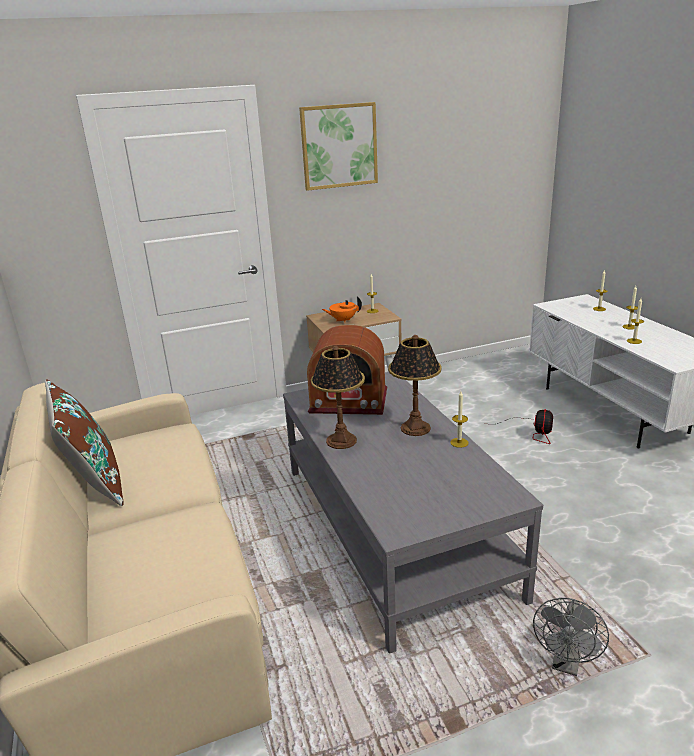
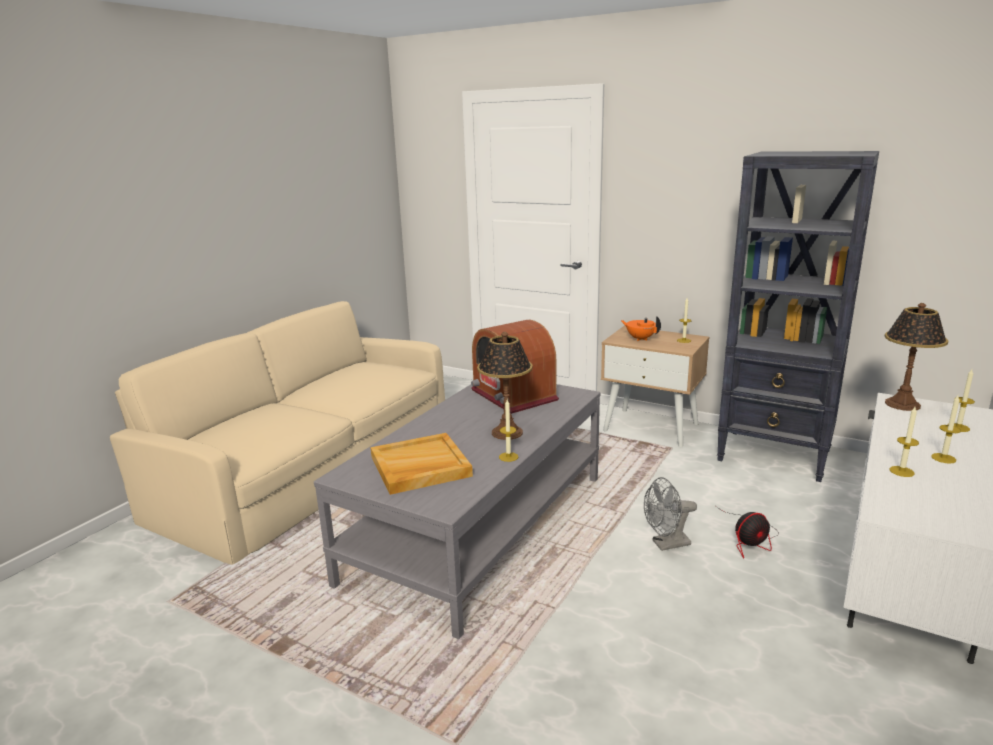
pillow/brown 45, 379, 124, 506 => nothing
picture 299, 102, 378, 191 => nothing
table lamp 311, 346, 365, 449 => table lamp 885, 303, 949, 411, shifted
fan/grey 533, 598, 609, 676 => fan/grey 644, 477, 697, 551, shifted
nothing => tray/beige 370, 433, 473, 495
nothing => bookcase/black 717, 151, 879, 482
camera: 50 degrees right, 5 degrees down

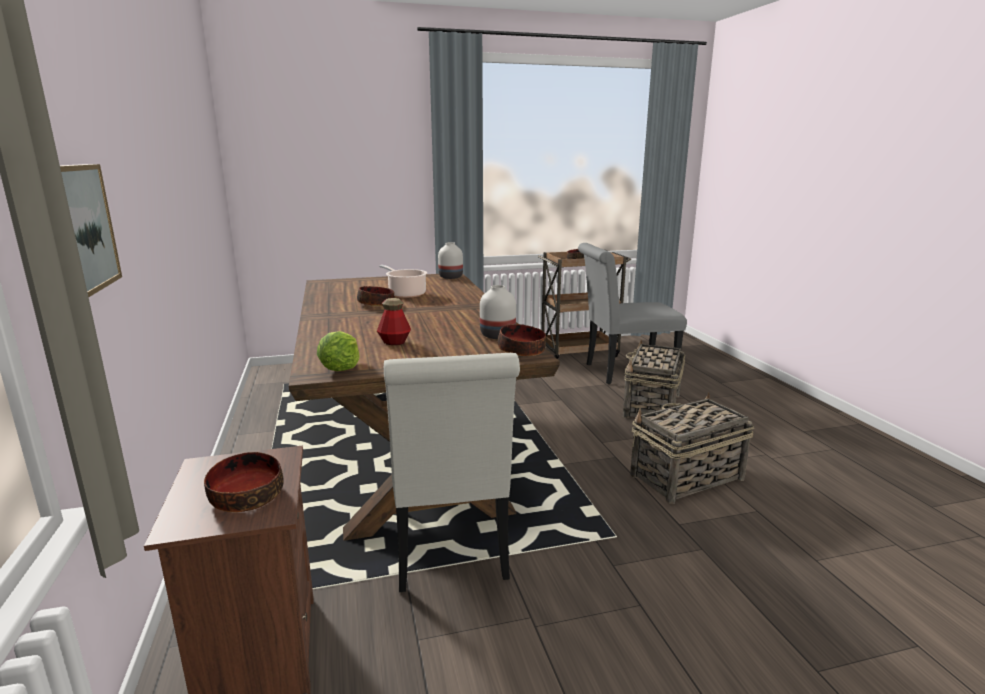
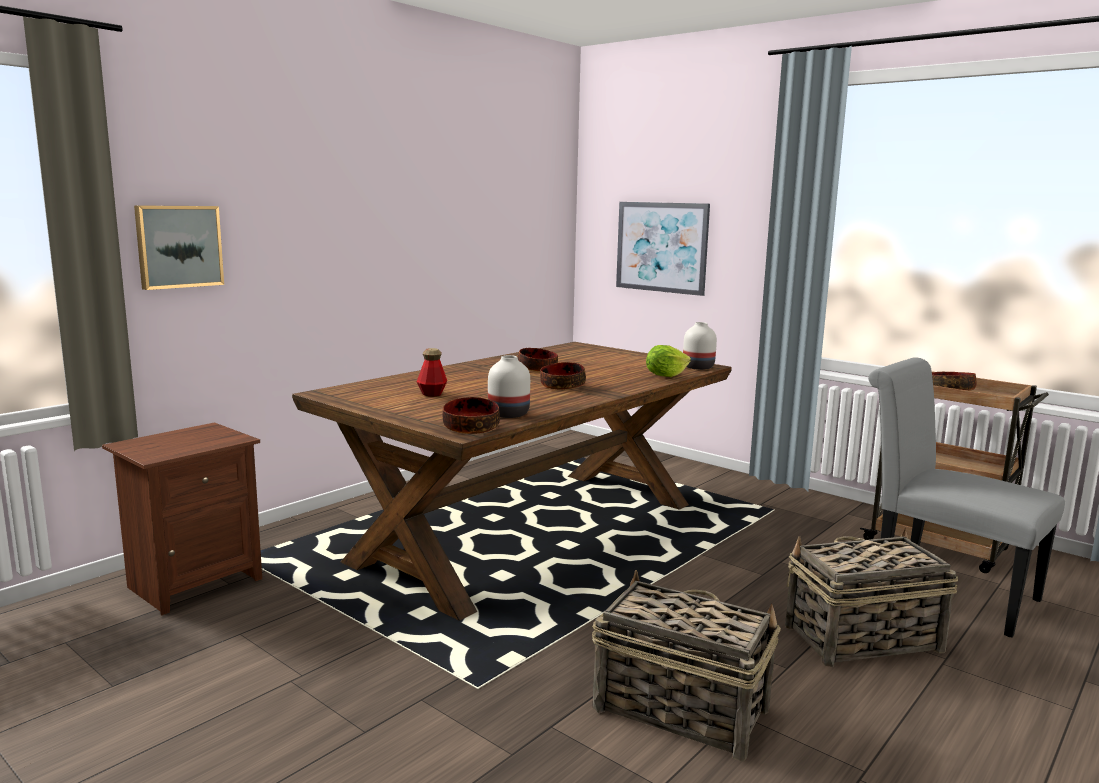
bowl 204, 452, 284, 512 => bowl 540, 362, 586, 390, shifted
lettuce 317, 331, 360, 371 => lettuce 646, 345, 691, 377, shifted
cooking pot 379, 265, 427, 298 => nothing
chair/white 384, 353, 520, 592 => nothing
nothing => picture 616, 202, 710, 296
camera: 55 degrees right, 5 degrees down

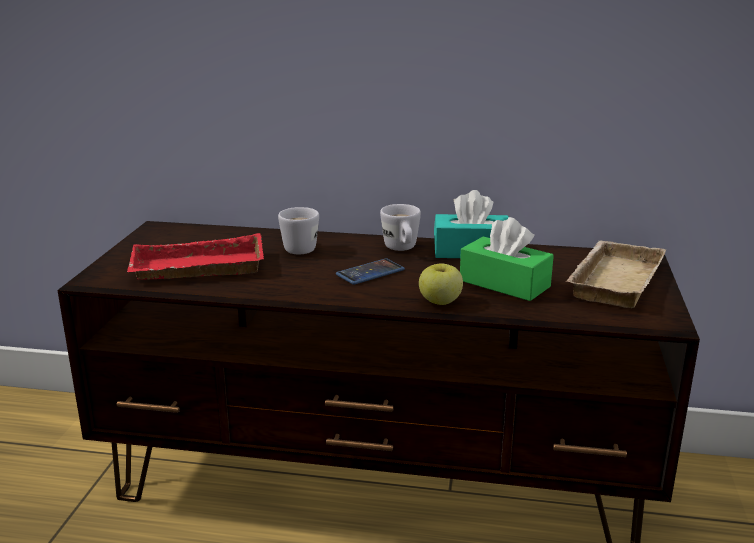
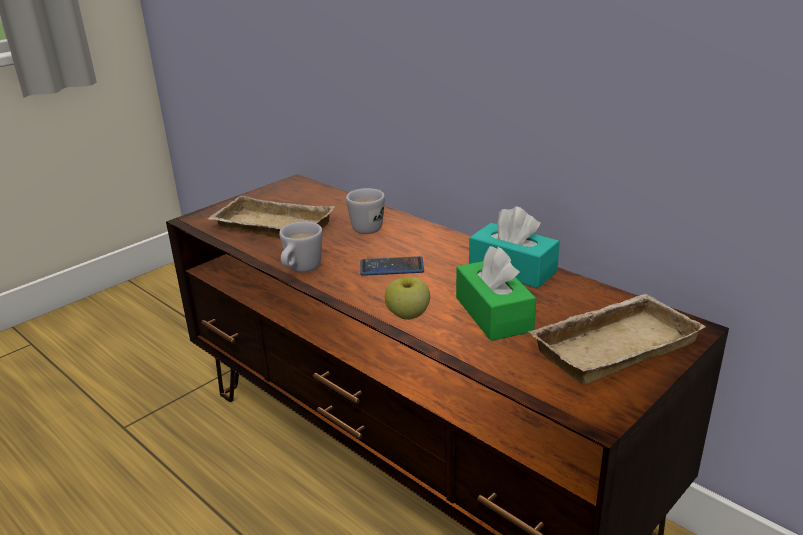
tray/red 127, 233, 264, 280 => tray/beige 207, 195, 335, 238
mug/white 380, 204, 421, 251 => mug/white 279, 221, 323, 272, shifted
camera: 35 degrees right, 5 degrees up

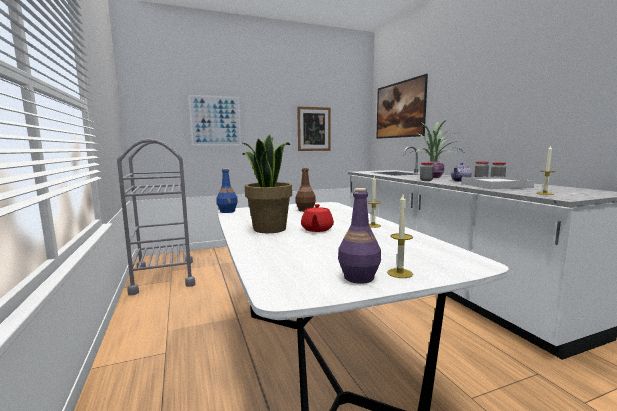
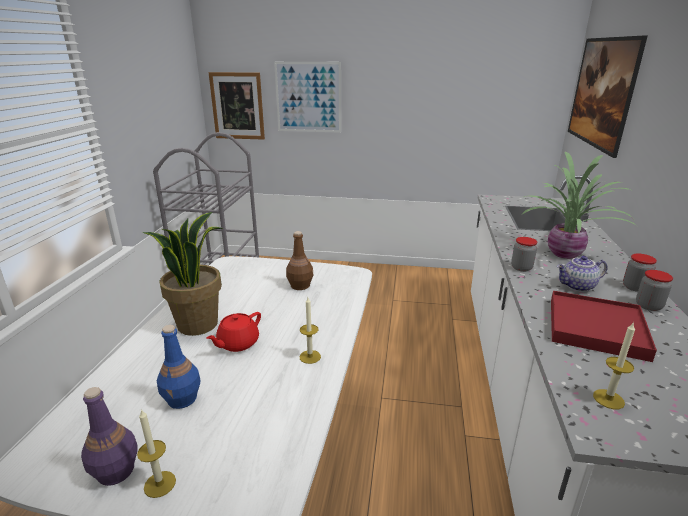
bottle/blue 217, 168, 238, 213 => bottle/blue 157, 325, 201, 409, shifted
picture 297, 106, 331, 151 => picture 208, 72, 265, 140, shifted
tray/white 461, 176, 535, 189 => tray/red 551, 291, 657, 362
camera: 30 degrees right, 15 degrees up

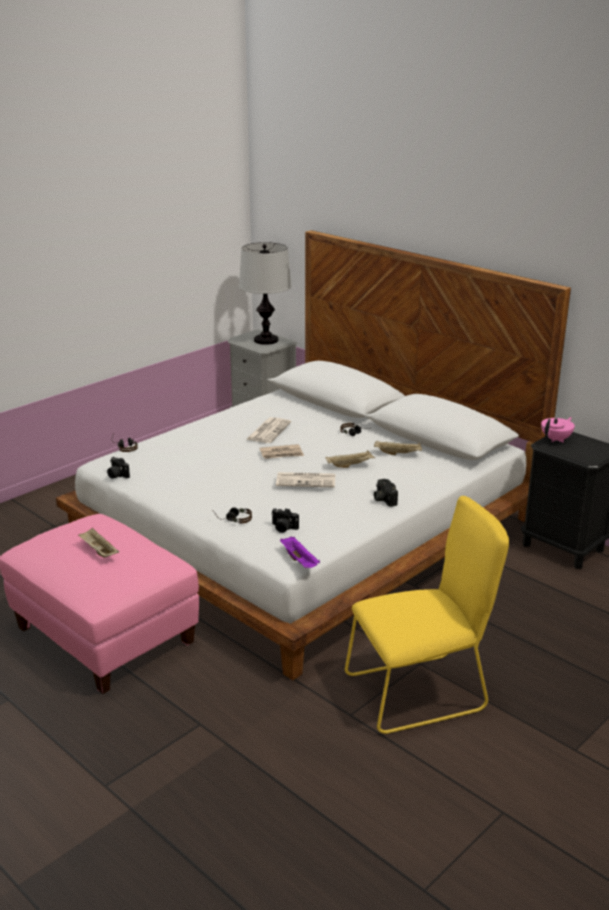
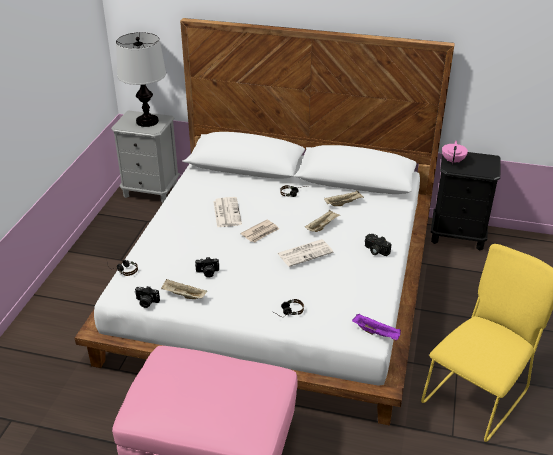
tray/beige 78, 527, 119, 558 => tray/beige 161, 279, 207, 299, shifted
photo camera 271, 508, 299, 533 => photo camera 195, 257, 219, 278, shifted
camera: 30 degrees left, 10 degrees up

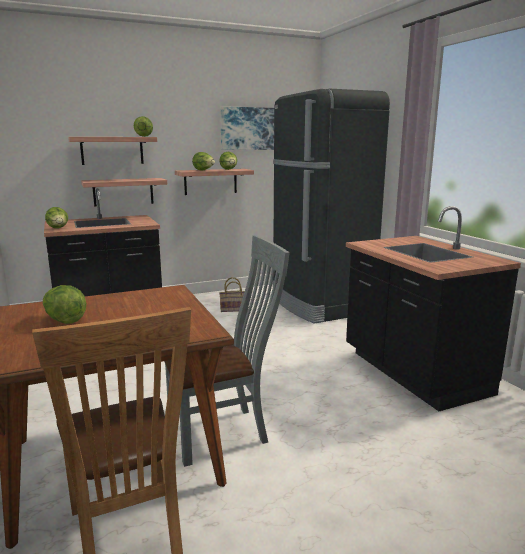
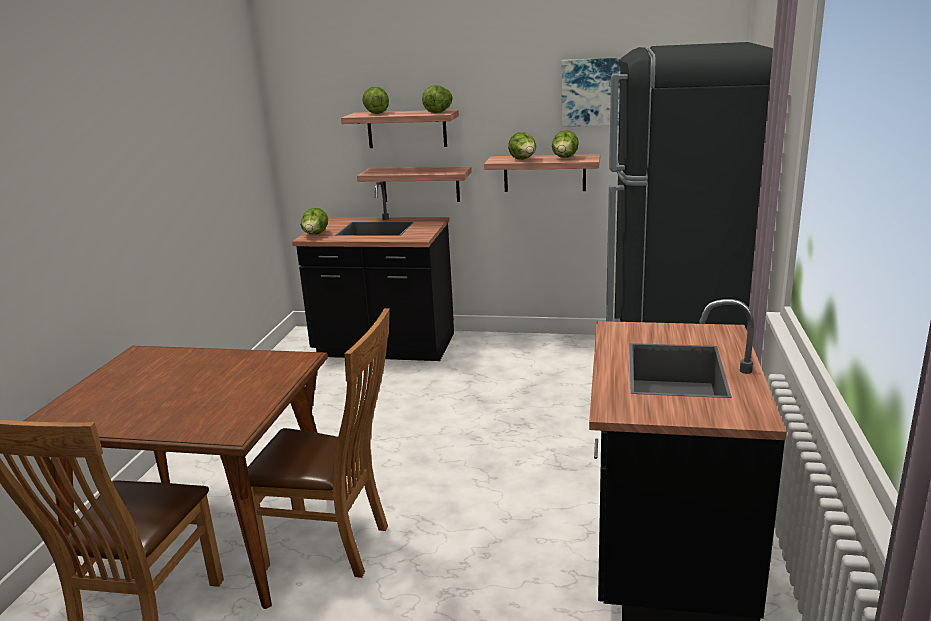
lettuce 43, 285, 87, 324 => lettuce 362, 87, 389, 114, shifted
chair/grey 164, 235, 290, 467 => chair/brown 247, 308, 390, 578
basket 219, 277, 245, 312 => nothing
camera: 35 degrees right, 5 degrees up

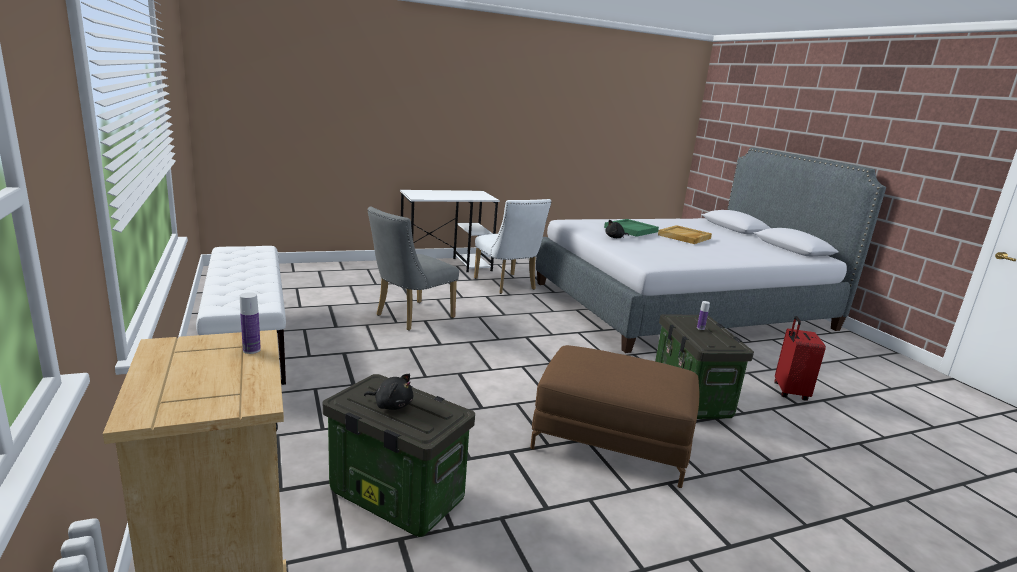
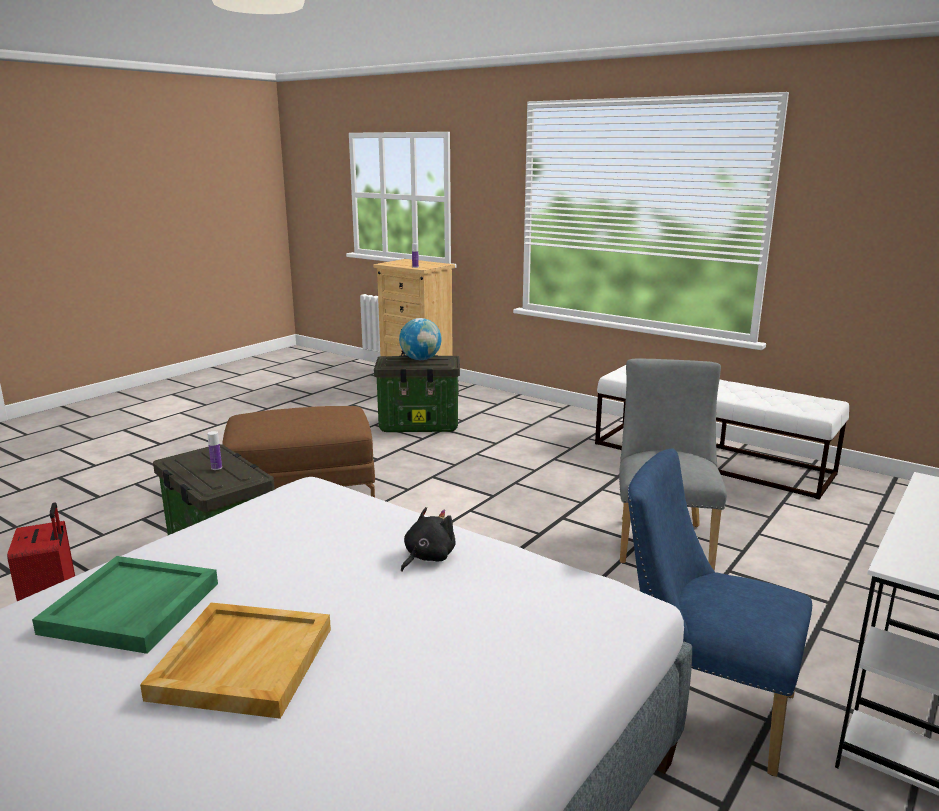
plush toy/black 364, 374, 413, 410 => globe 399, 318, 442, 360
chair/white 474, 199, 551, 294 => chair/blue 628, 449, 812, 777
tray/green 604, 219, 659, 237 => tray/green 32, 556, 218, 654, shifted
camera: 150 degrees right, 0 degrees up

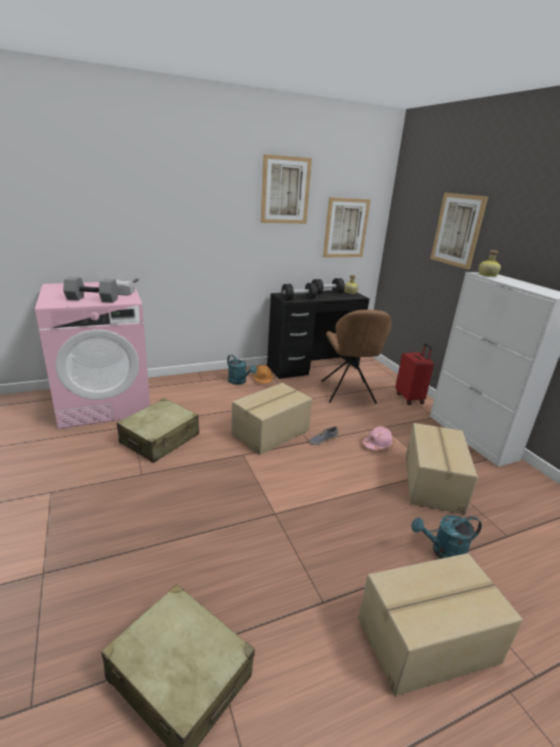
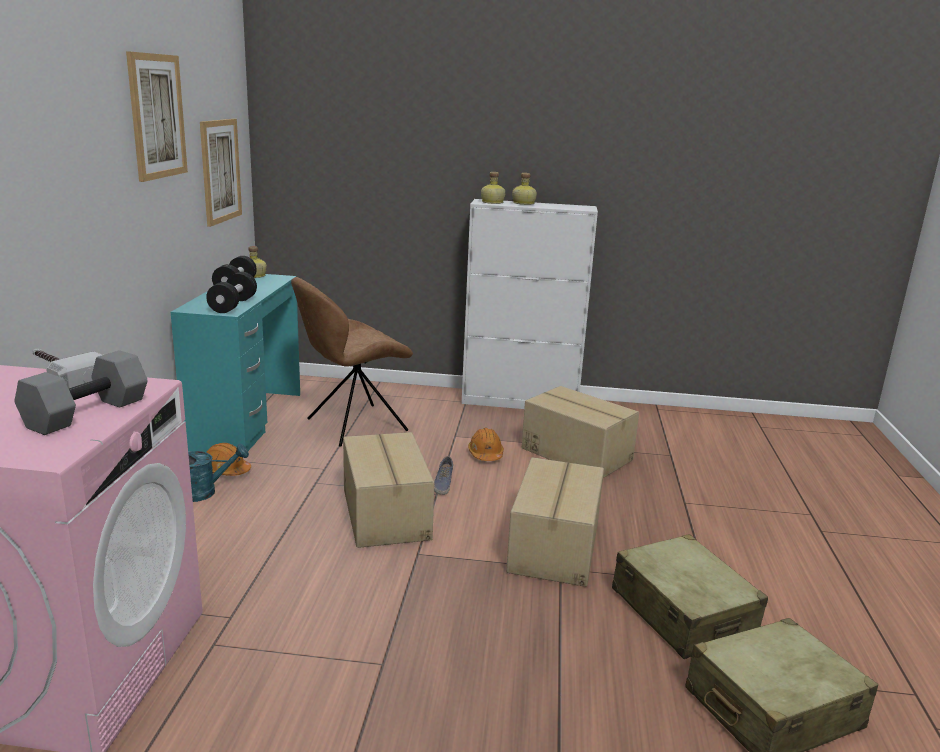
suitcase/beige 117, 398, 199, 463 => suitcase/beige 612, 534, 768, 659, shifted
desk/black 267, 290, 369, 379 => desk/turquoise 171, 274, 300, 452
chair/brown 322, 310, 391, 404 => chair/brown 291, 277, 413, 447, 120 degrees clockwise
cardboard box 358, 553, 523, 696 => cardboard box 506, 457, 604, 587, shifted
hard hat/pink 363, 426, 394, 450 => hard hat/orange 468, 428, 504, 461
suitcase/red 395, 343, 434, 405 => nothing
watering can/turquoise 411, 515, 482, 559 => nothing
picture 430, 193, 488, 270 => nothing
nothing => bottle 512, 173, 537, 205
camera: 60 degrees left, 5 degrees down

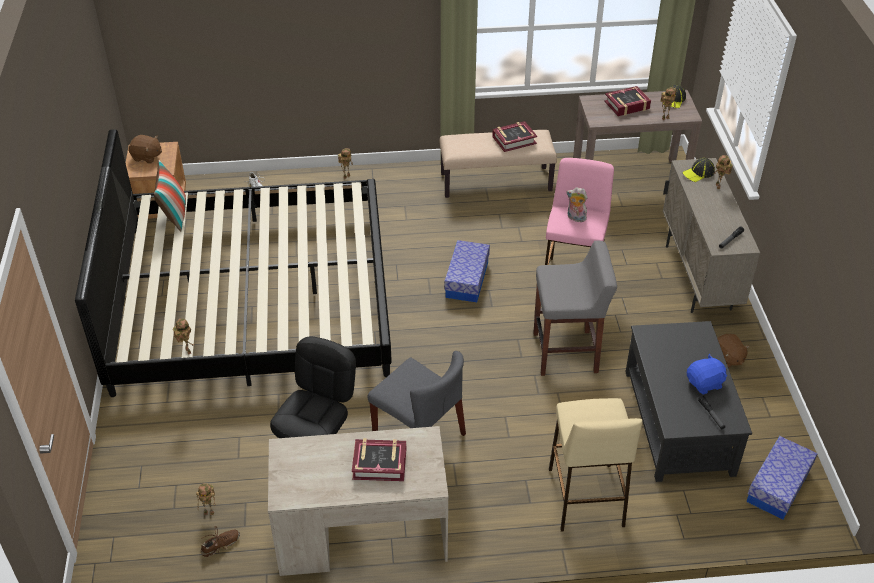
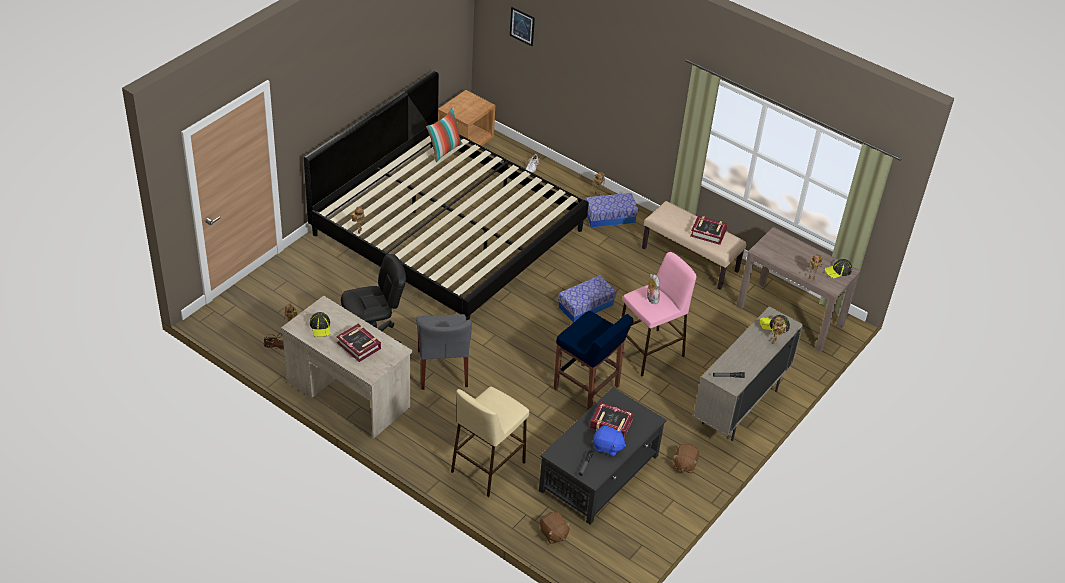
plush toy/brown 129, 135, 162, 164 => plush toy/brown 540, 512, 571, 544, shifted
stool/grey 533, 241, 617, 376 => stool/blue 554, 311, 634, 411
book 604, 86, 651, 116 => book 590, 402, 634, 438, shifted
storage box 746, 436, 817, 520 => storage box 585, 193, 638, 227, shifted
nothing => cap 310, 312, 331, 337
nothing => picture 510, 7, 535, 46
camera: 40 degrees right, 0 degrees up

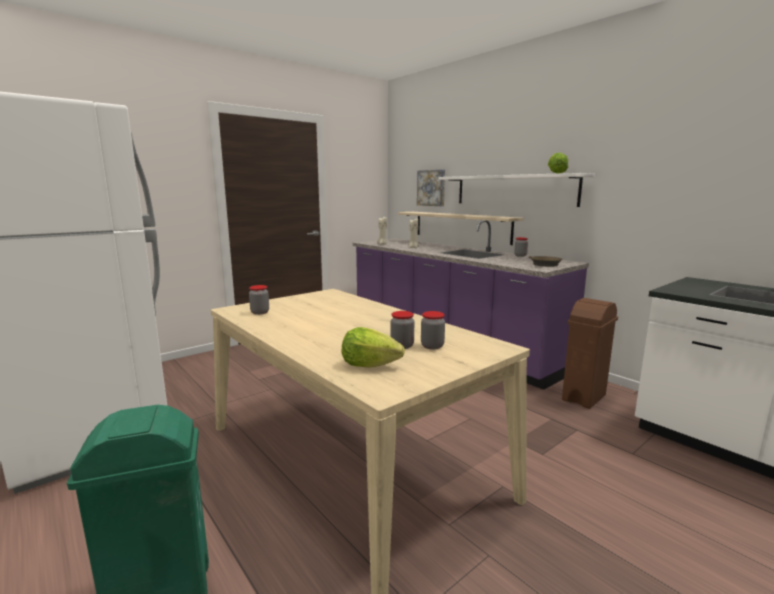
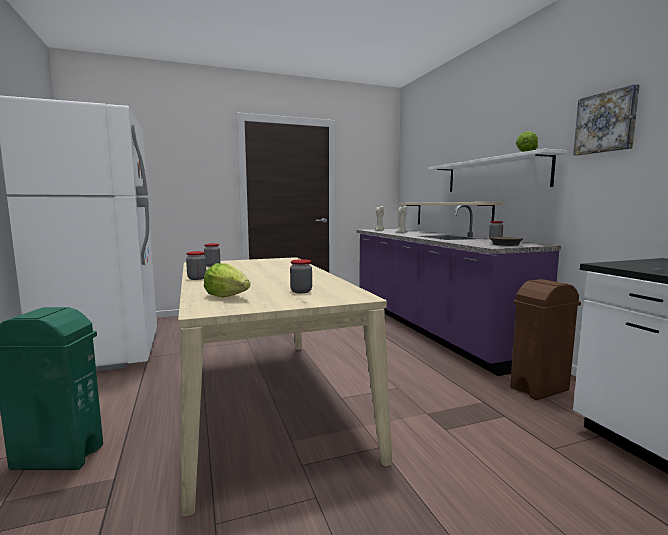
jar 391, 311, 414, 349 => jar 186, 251, 206, 280, shifted
picture 417, 169, 445, 206 => picture 573, 84, 640, 156, shifted
camera: 20 degrees right, 5 degrees down

